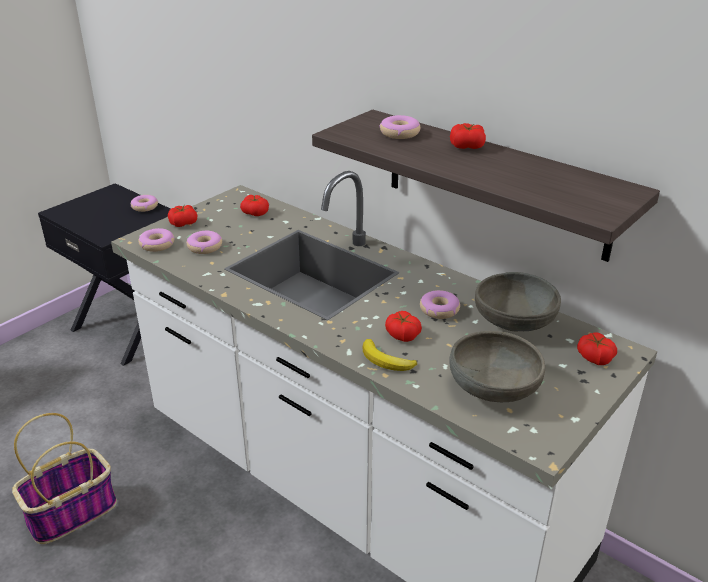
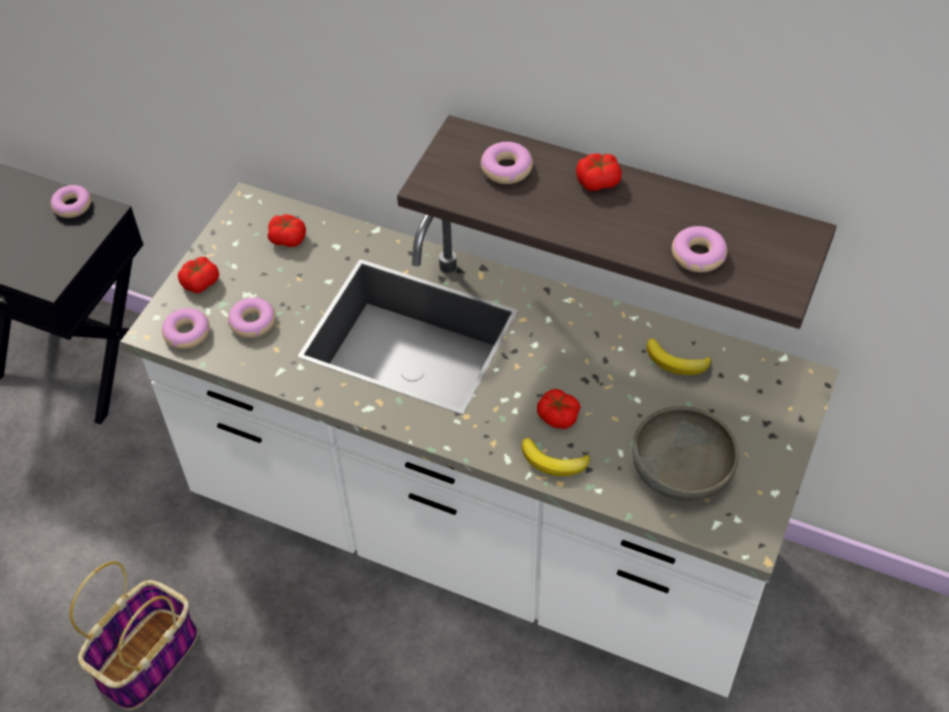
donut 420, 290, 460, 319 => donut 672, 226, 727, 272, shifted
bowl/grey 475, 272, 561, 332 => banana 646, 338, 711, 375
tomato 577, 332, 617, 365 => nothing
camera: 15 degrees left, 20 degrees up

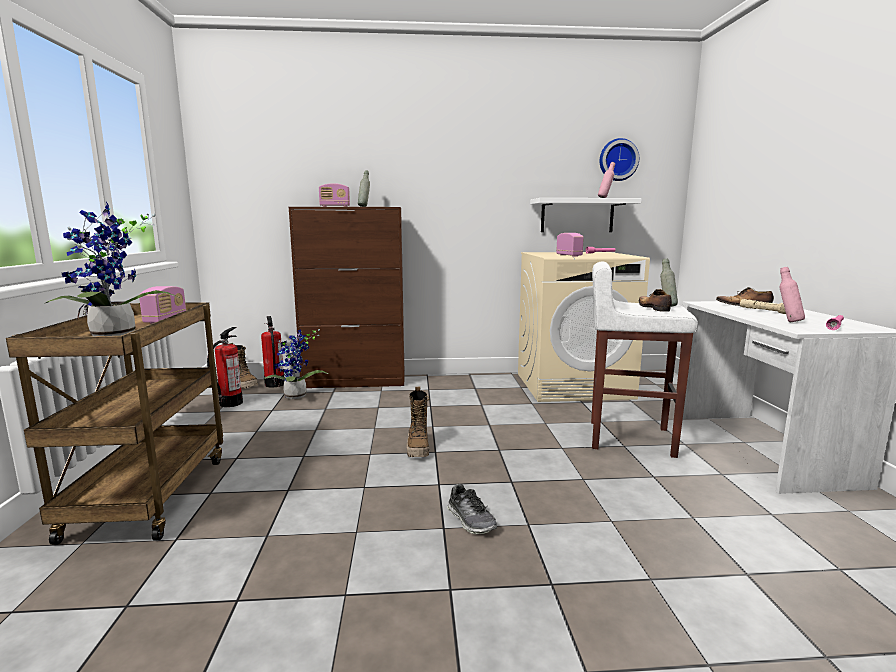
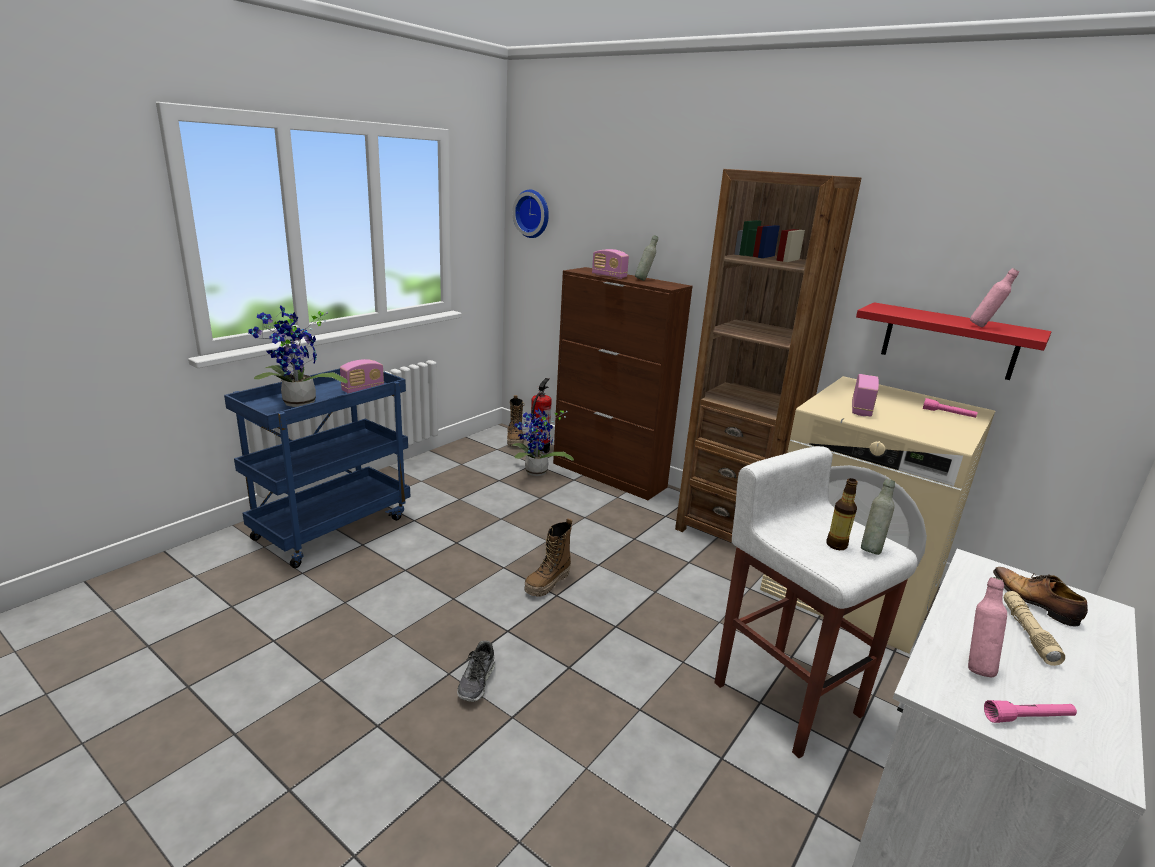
cart/brown 6, 302, 223, 545 => cart/blue 224, 369, 410, 568
fire extinguisher 207, 327, 243, 407 => nothing
shelf/white 530, 198, 642, 232 => shelf/red 856, 302, 1051, 380
wall clock 600, 138, 639, 181 => wall clock 512, 190, 549, 238, shifted
shoe 639, 289, 672, 312 => bottle 826, 478, 858, 550
nothing => bookcase/brown 675, 169, 861, 543
camera: 40 degrees right, 10 degrees up

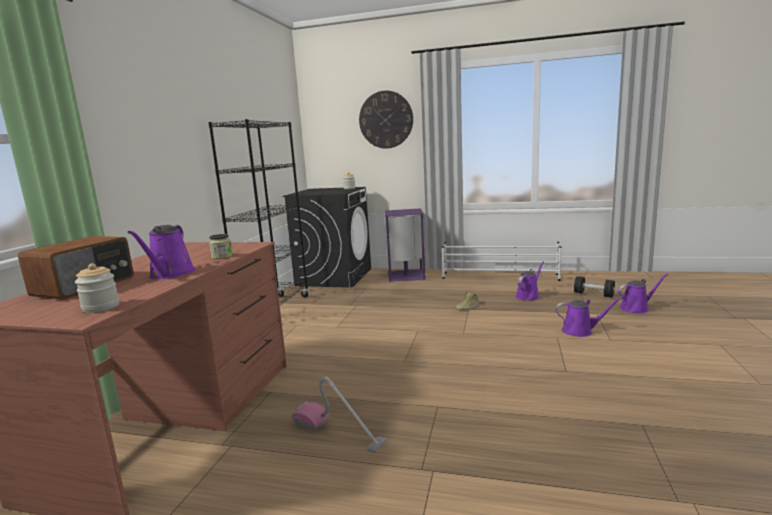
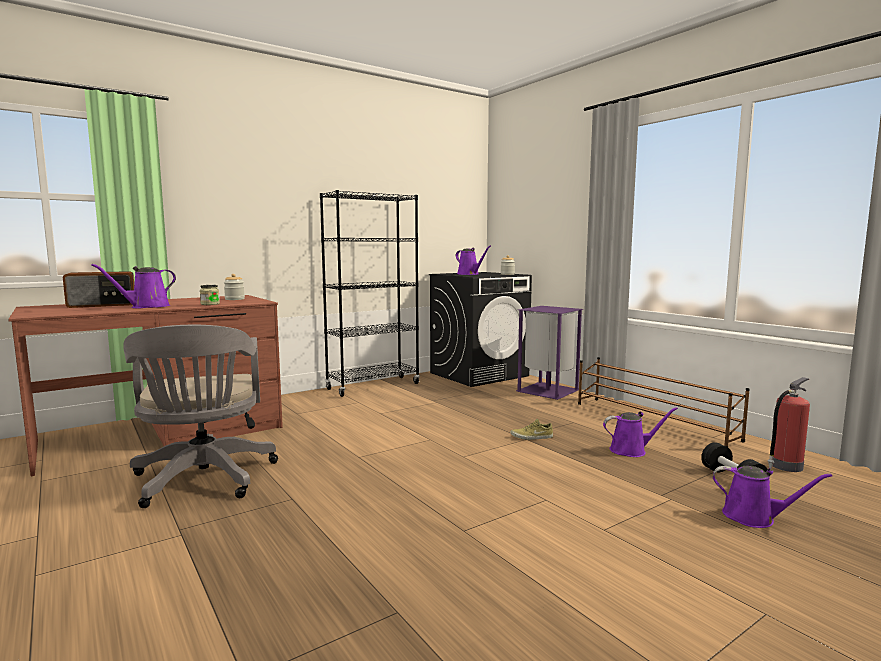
jar 75, 263, 119, 313 => jar 224, 274, 245, 300, shifted
vacuum cleaner 292, 377, 387, 453 => office chair/grey 123, 325, 278, 508
wall clock 359, 91, 413, 149 => nothing
shoe rack/white 442, 242, 562, 281 => shoe rack/brown 578, 357, 750, 447
watering can/purple 555, 297, 623, 337 => watering can/purple 456, 245, 491, 275, shifted
nothing => fire extinguisher 768, 377, 810, 472
camera: 40 degrees right, 5 degrees down

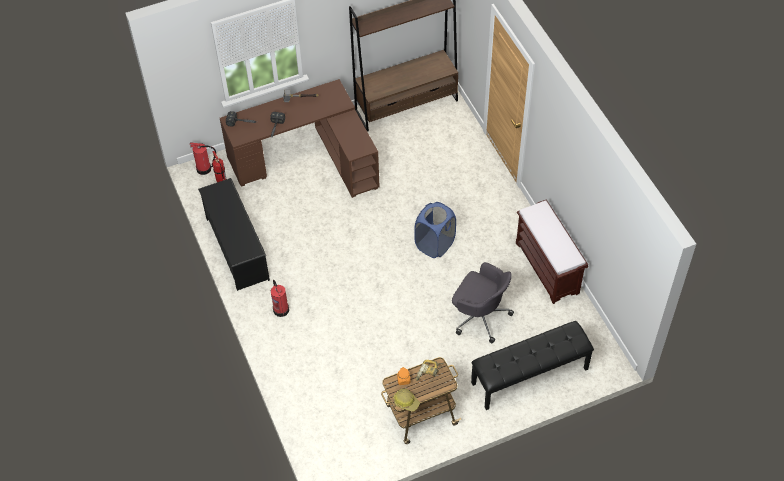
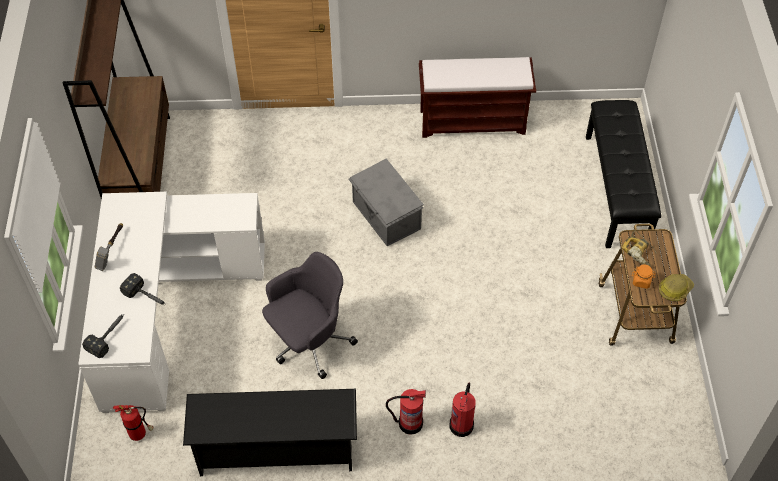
fire extinguisher 190, 142, 216, 175 => fire extinguisher 449, 382, 476, 437, shifted
desk/brown 220, 79, 380, 198 => desk/white 78, 192, 265, 413
laundry basket/blue 414, 202, 456, 258 => storage box/grey 348, 158, 424, 246
office chair/grey 452, 262, 514, 343 => office chair/grey 262, 252, 358, 379, shifted
camera: 70 degrees left, 0 degrees up

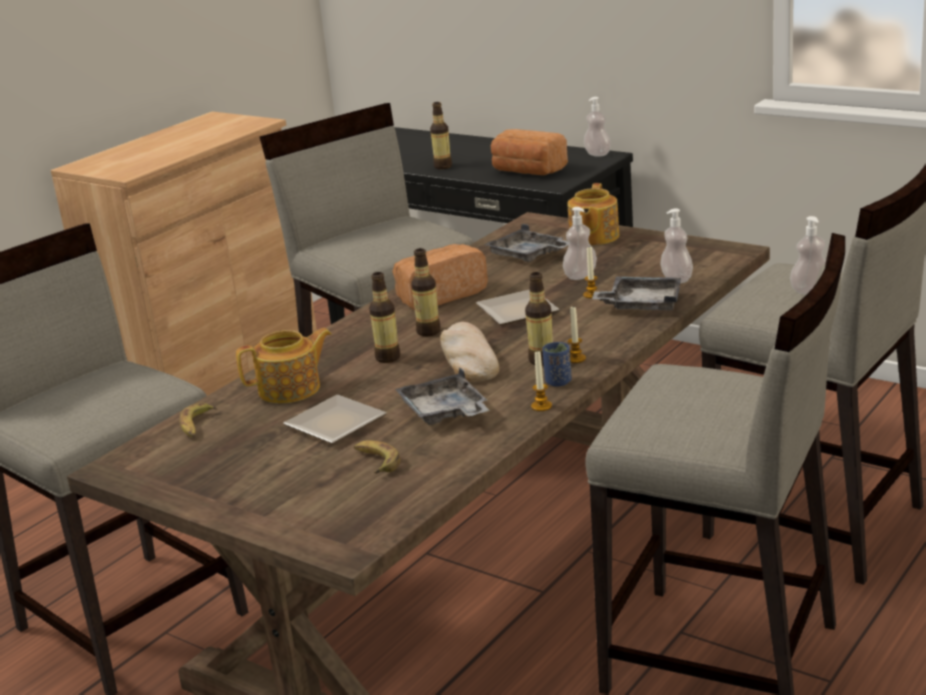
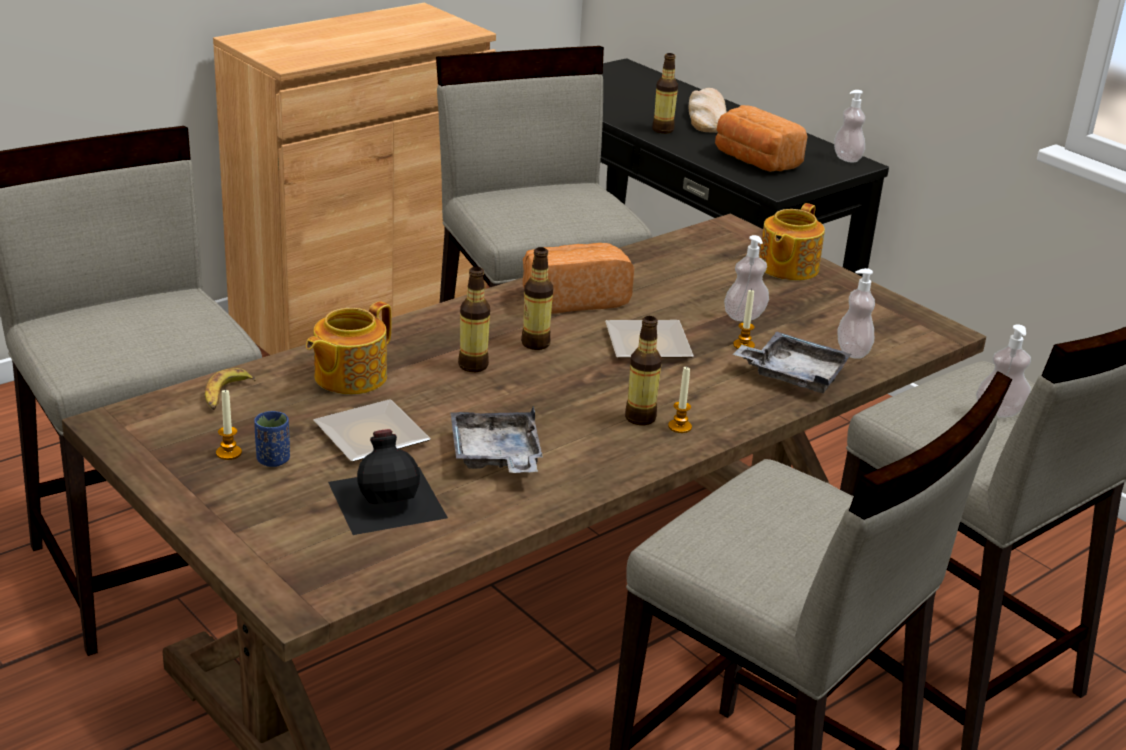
teapot 236, 328, 332, 403 => teapot 306, 301, 392, 395, 135 degrees clockwise
banana 354, 440, 400, 473 => bottle/black 328, 429, 448, 535
bread 440, 322, 499, 383 => bread 689, 88, 727, 133, shifted
tray/grey 484, 224, 569, 262 => nothing
candle 531, 350, 552, 411 => candle 216, 390, 242, 460, shifted
cup/blue 542, 342, 572, 386 => cup/blue 254, 411, 290, 467, shifted
camera: 10 degrees right, 5 degrees up

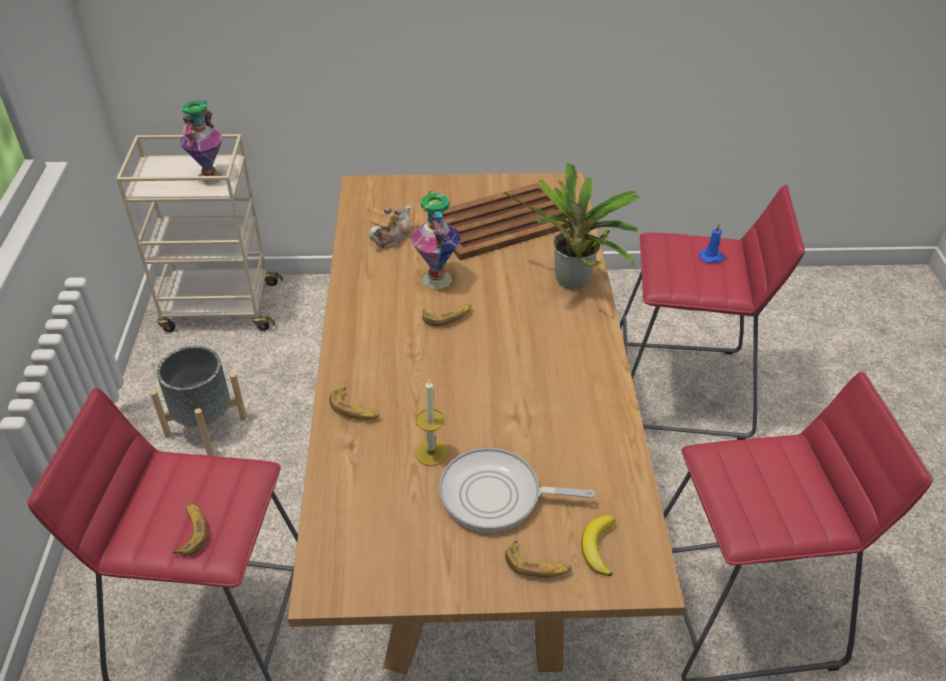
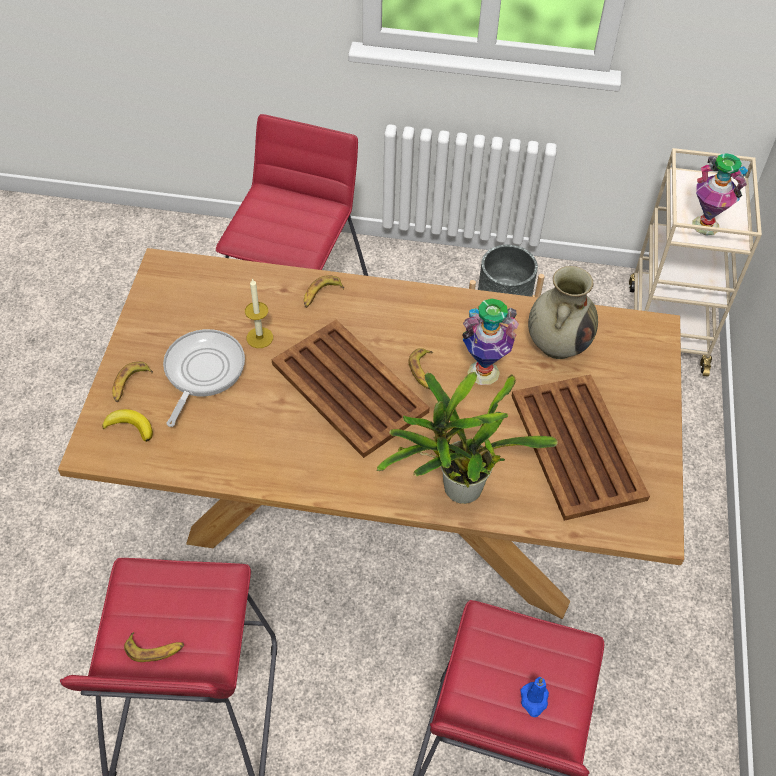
banana 172, 504, 207, 556 => banana 124, 632, 184, 662, shifted
teapot 369, 205, 411, 249 => vase/beige 528, 266, 598, 359
nothing => tray/brown 271, 319, 430, 458
camera: 100 degrees right, 10 degrees up

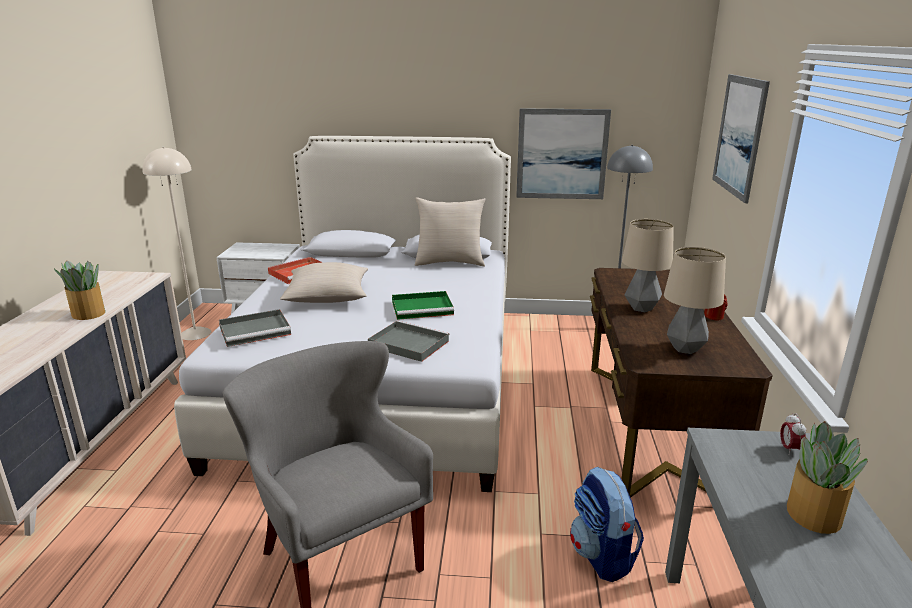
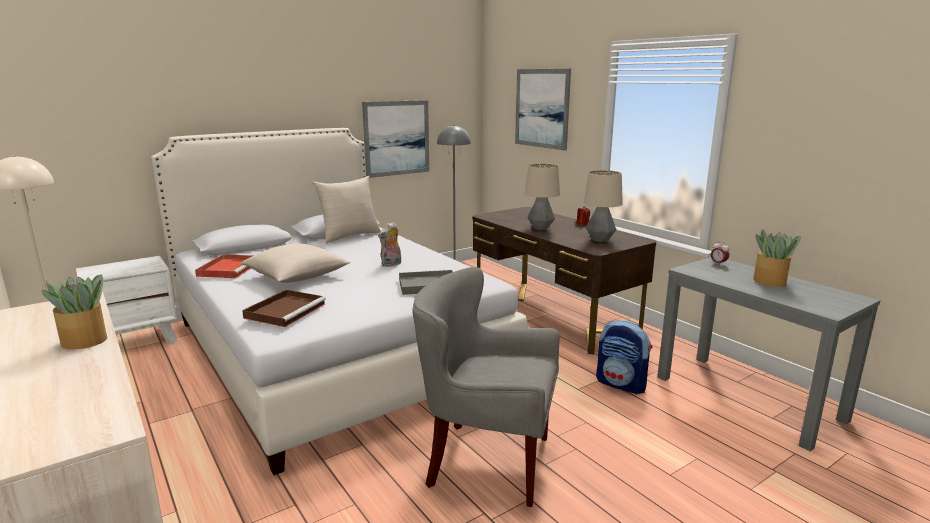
tray/grey 219, 309, 291, 347 => tray/brown 242, 290, 326, 327
tray/green 392, 291, 454, 320 => plush toy 378, 222, 401, 267
camera: 40 degrees left, 5 degrees down

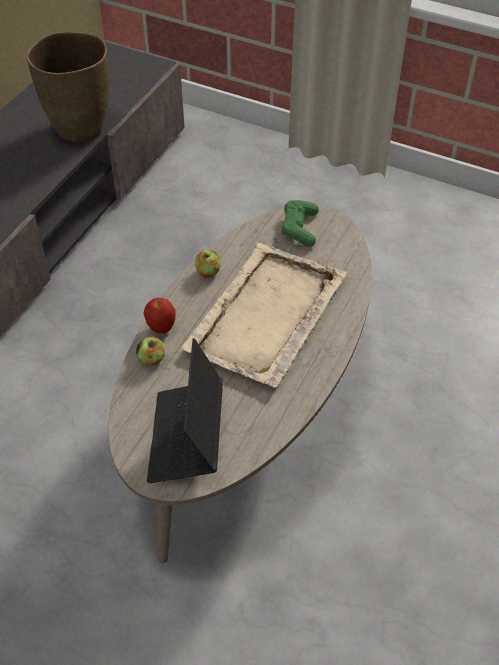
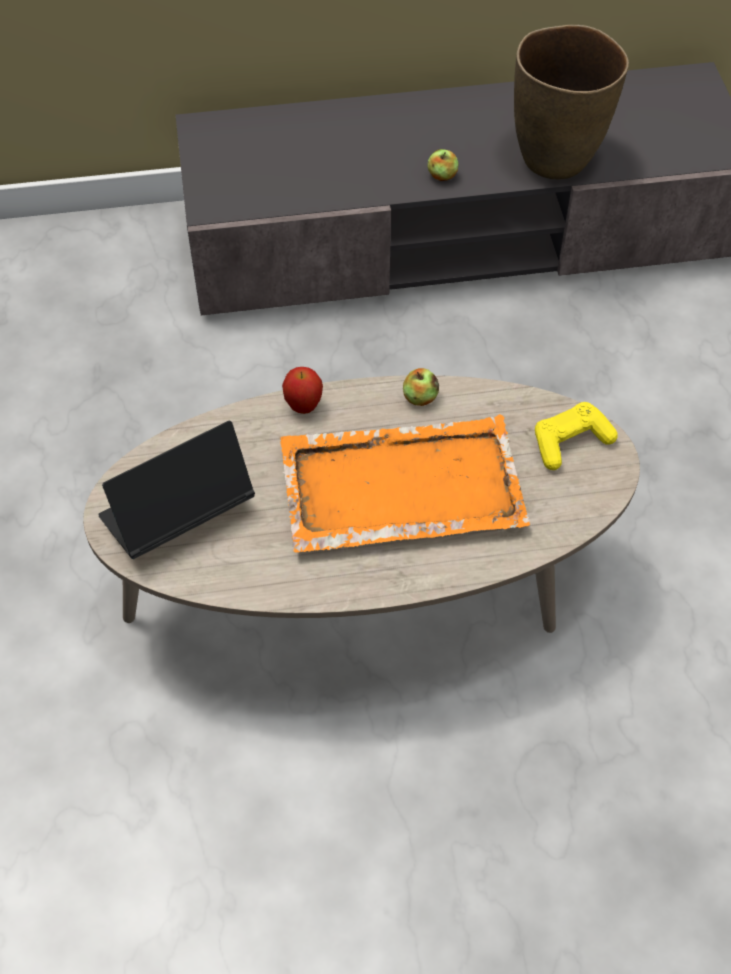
apple 136, 337, 165, 366 => apple 427, 149, 458, 181, shifted
tray/beige 181, 243, 347, 388 => tray/orange 280, 414, 530, 553
game controller/green 282, 200, 319, 247 => game controller/yellow 535, 402, 618, 470
camera: 55 degrees right, 5 degrees up

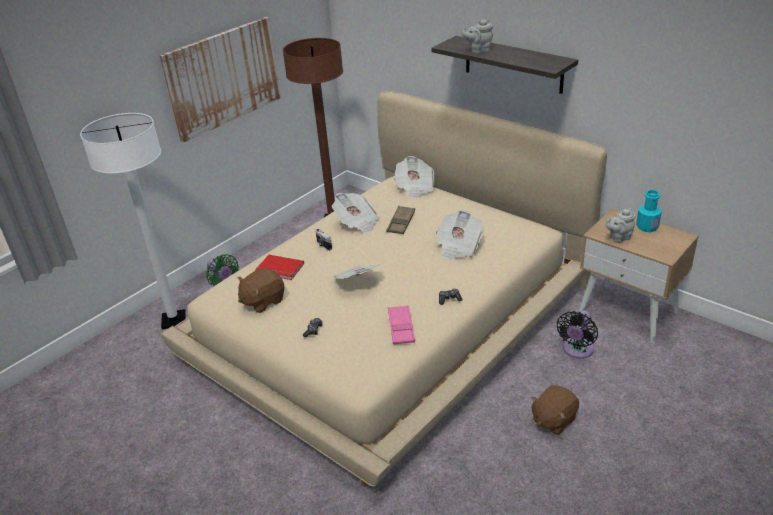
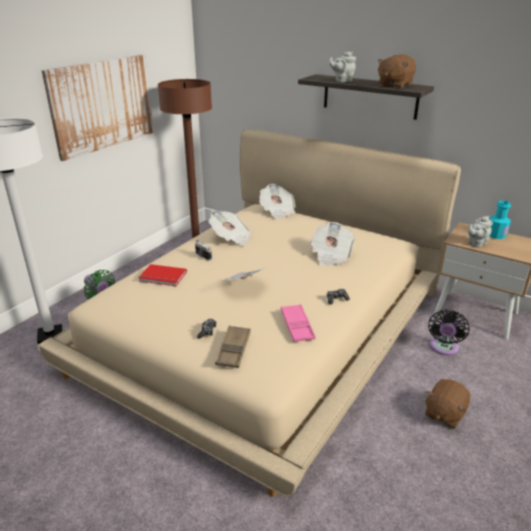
plush toy/brown 238, 268, 285, 313 => plush toy/brown 378, 54, 416, 88, shifted
tray/brown 387, 206, 415, 234 => tray/brown 215, 325, 251, 368, shifted
camera: 10 degrees left, 5 degrees down

